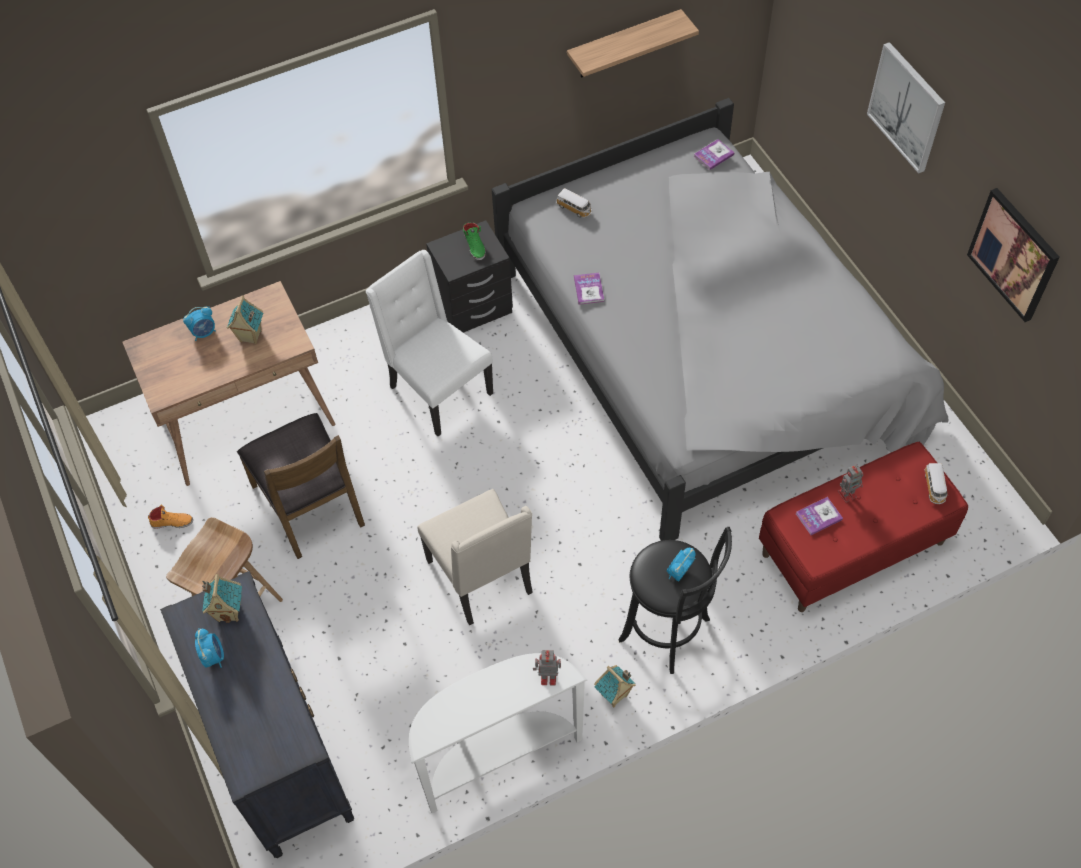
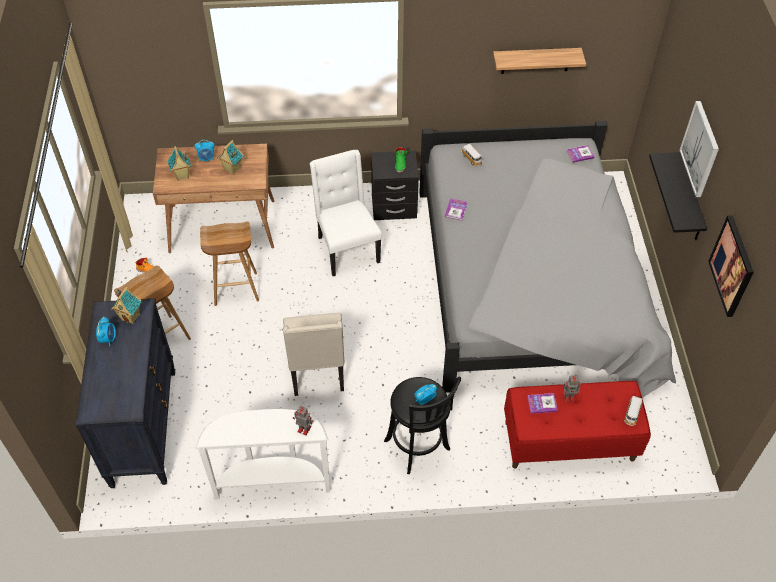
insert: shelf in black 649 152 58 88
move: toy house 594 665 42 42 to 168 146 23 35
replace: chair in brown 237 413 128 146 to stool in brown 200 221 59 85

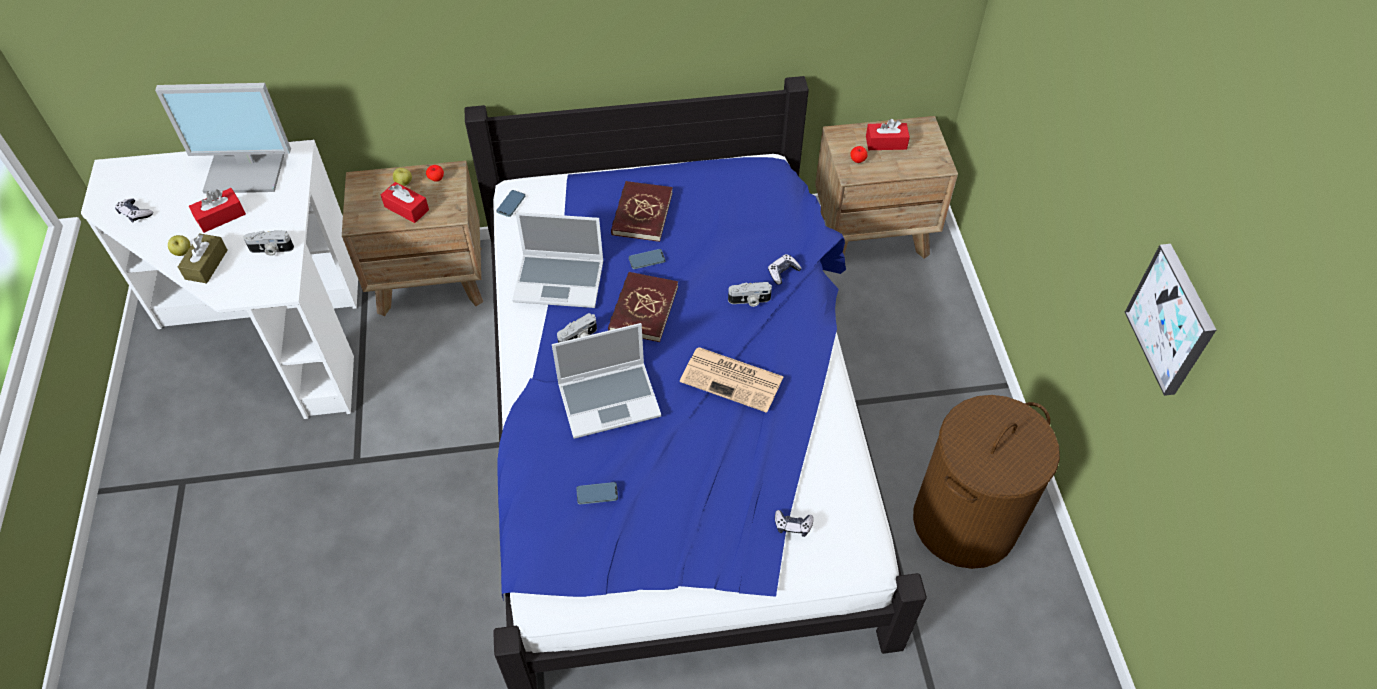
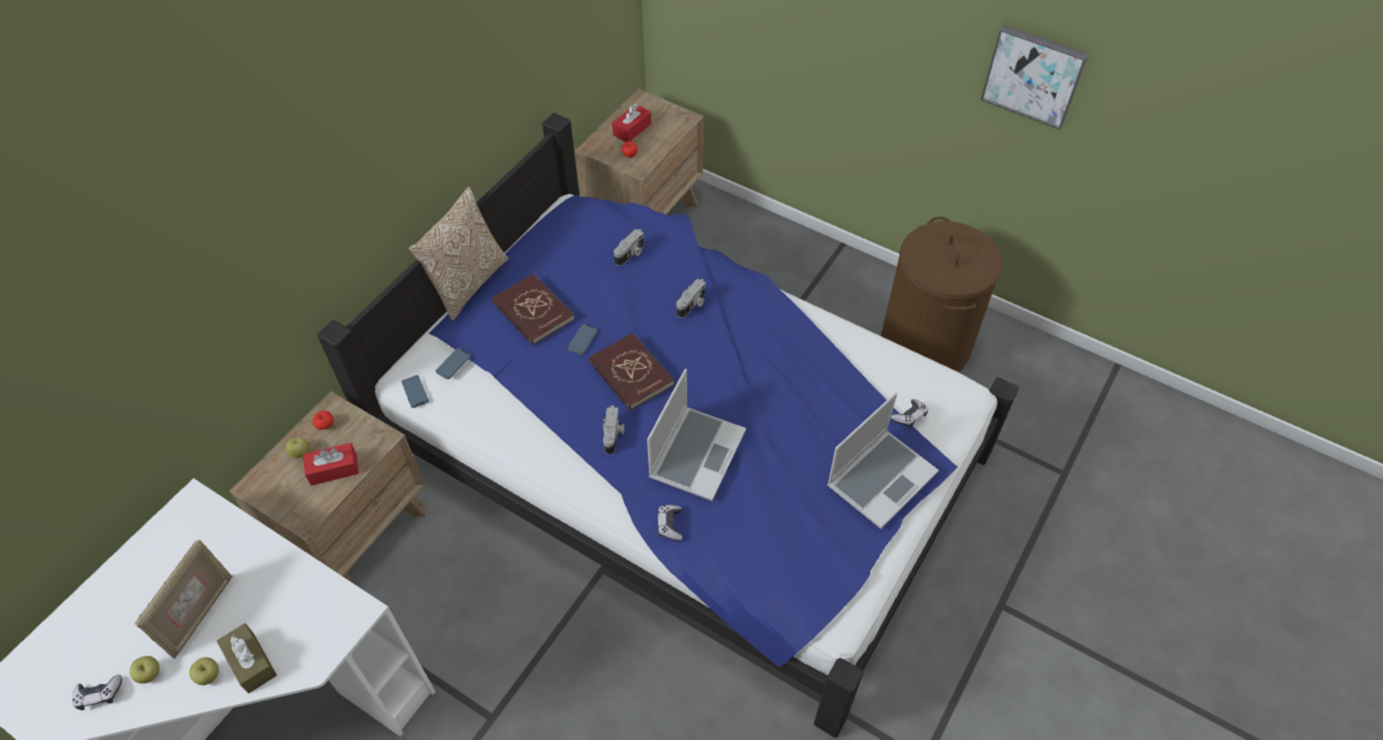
delete: monitor 155 83 136 111; newspaper 680 347 104 66
insert: pillow 409 187 100 134; apple 130 656 29 28
move: laptop 512 212 92 96 to 827 393 112 136; photo camera 243 230 51 26 to 614 229 30 37; game controller 768 254 34 31 to 658 505 25 36; phone 576 482 42 23 to 436 348 35 31
replace: tissue box in red 189 188 57 45 to picture frame 135 540 97 119

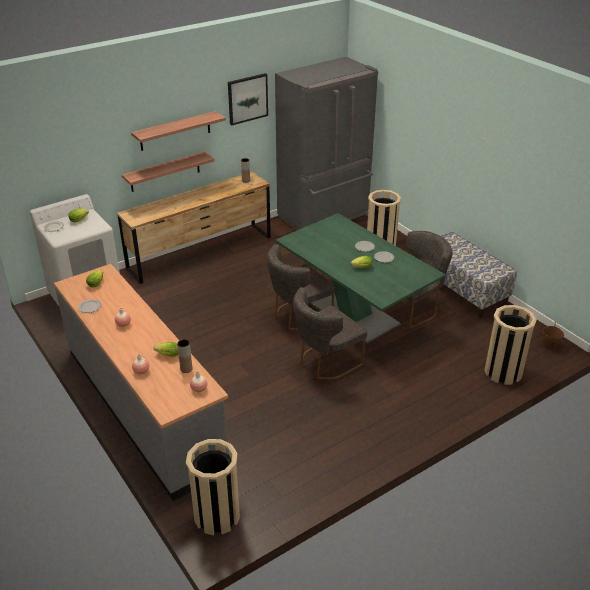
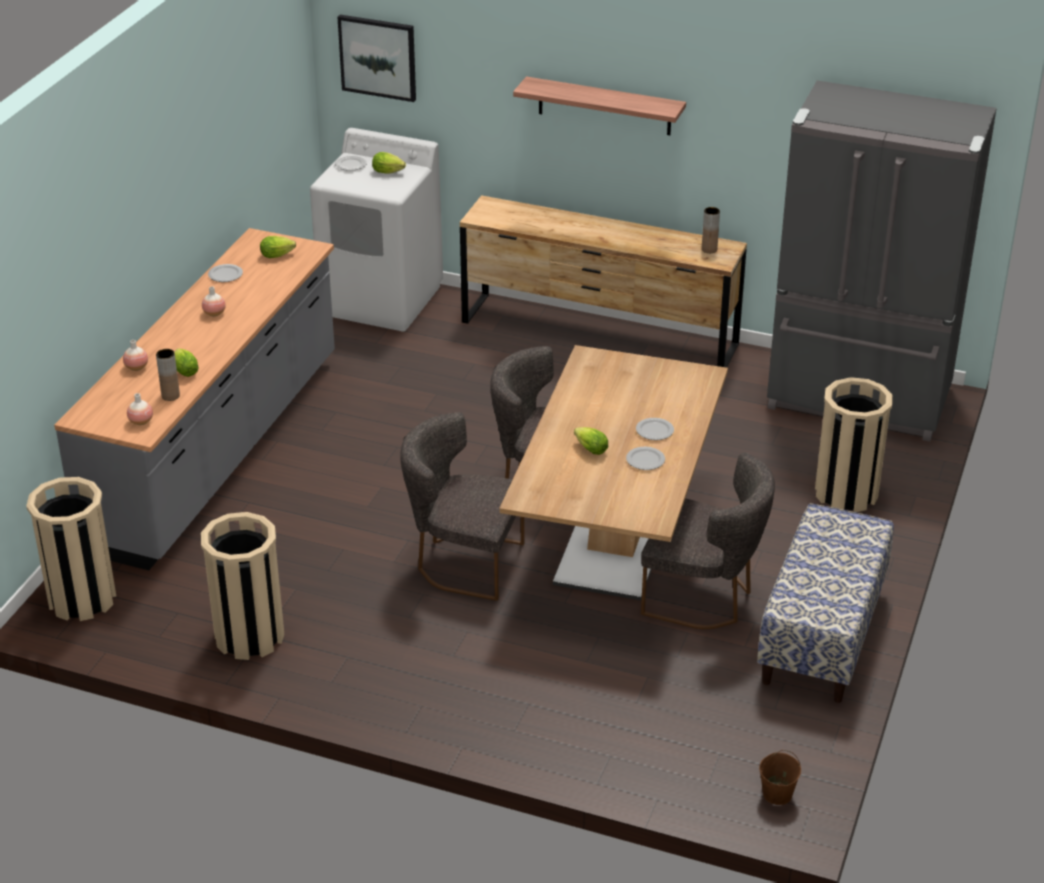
delete: shelf 122 151 93 41
move: picture 228 73 40 52 to 337 15 79 87; trash can in beige 484 305 53 80 to 201 512 83 148
recolor: dining table in green 275 213 171 131 to dining table in brown 499 345 229 256

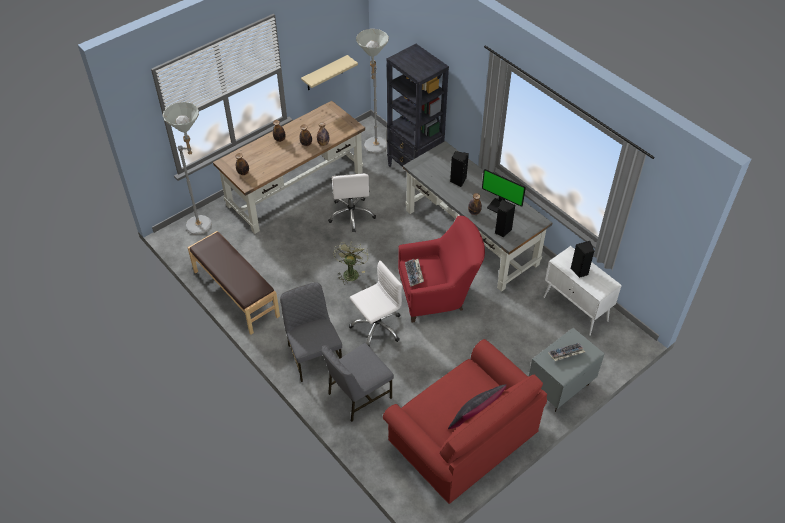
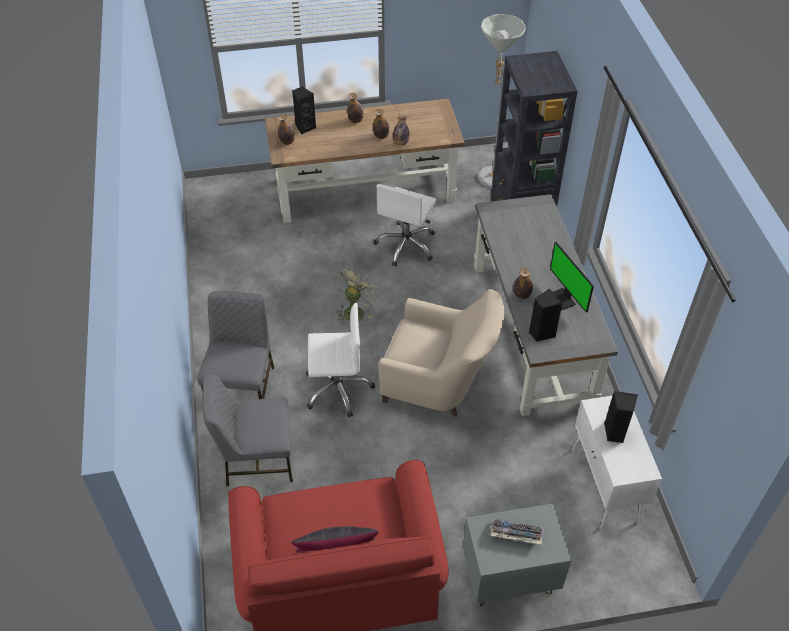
delete: shelf in beige 301 55 57 35; floor lamp in grey 163 102 49 133; bench in brown 188 231 92 104; keyboard 405 259 19 28
move: speaker in black 450 151 19 36 to 292 87 24 48
recolor: armchair in red 398 216 87 106 to armchair in beige 378 289 126 128

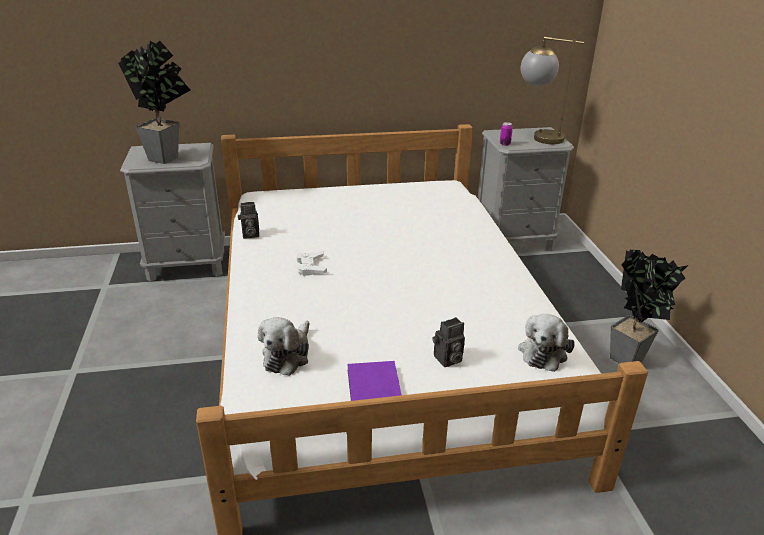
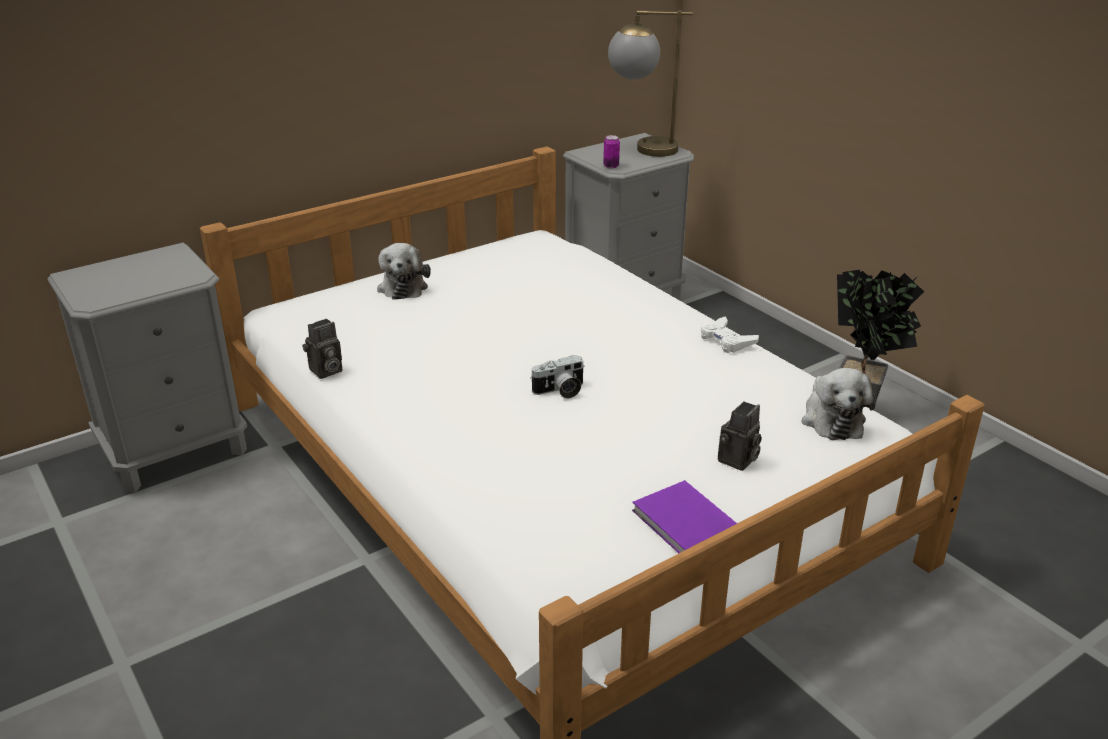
delete: potted plant 118 41 73 123
insert: photo camera 530 355 54 44
move: game controller in white 296 251 31 25 to 701 317 58 36; plush toy 258 317 52 59 to 377 243 54 57

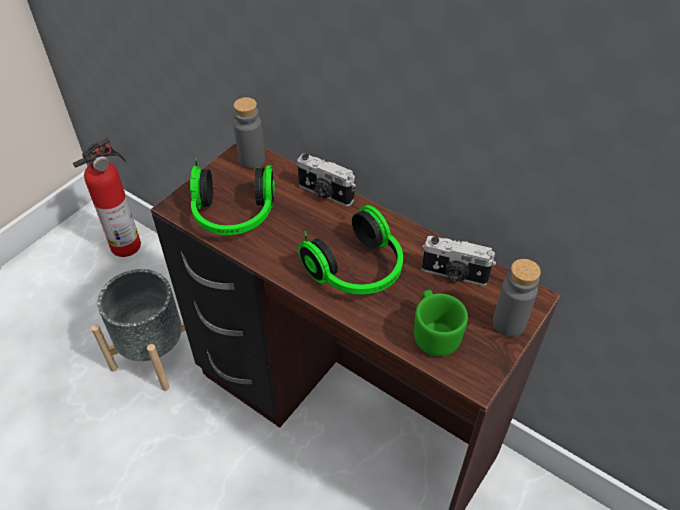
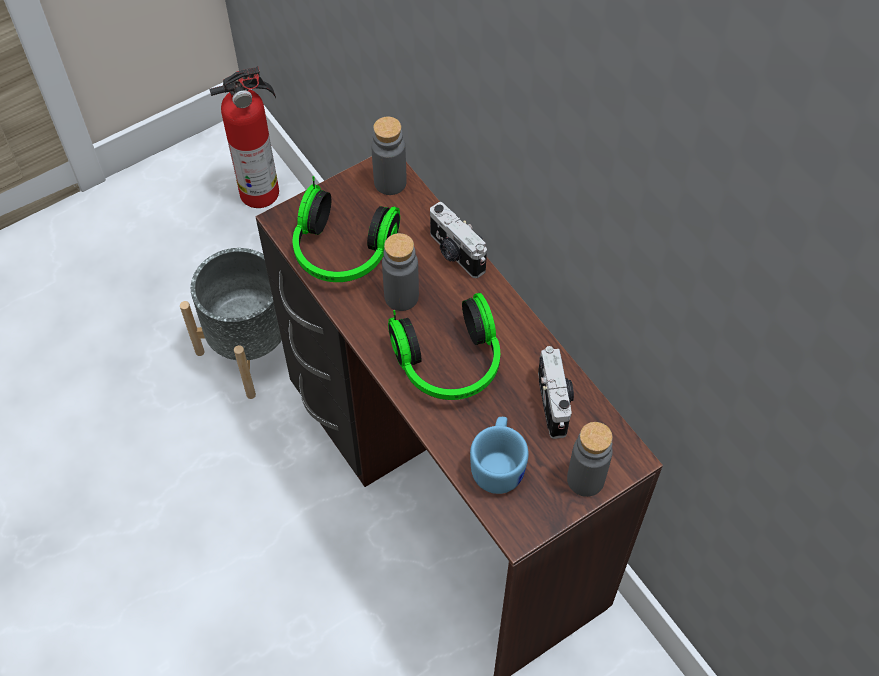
insert: bottle in grey 382 233 37 78
recolor: mug in green 414 290 54 67 to mug in blue 470 417 59 77
rotate: photo camera 422 236 74 50 = 538 346 36 93 135 degrees counterclockwise

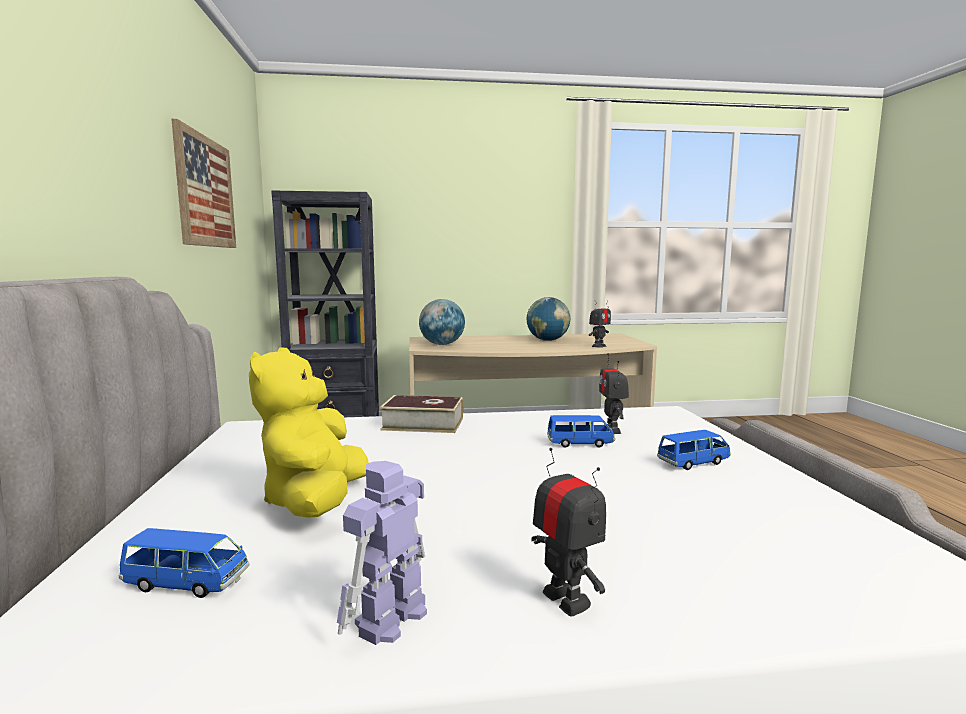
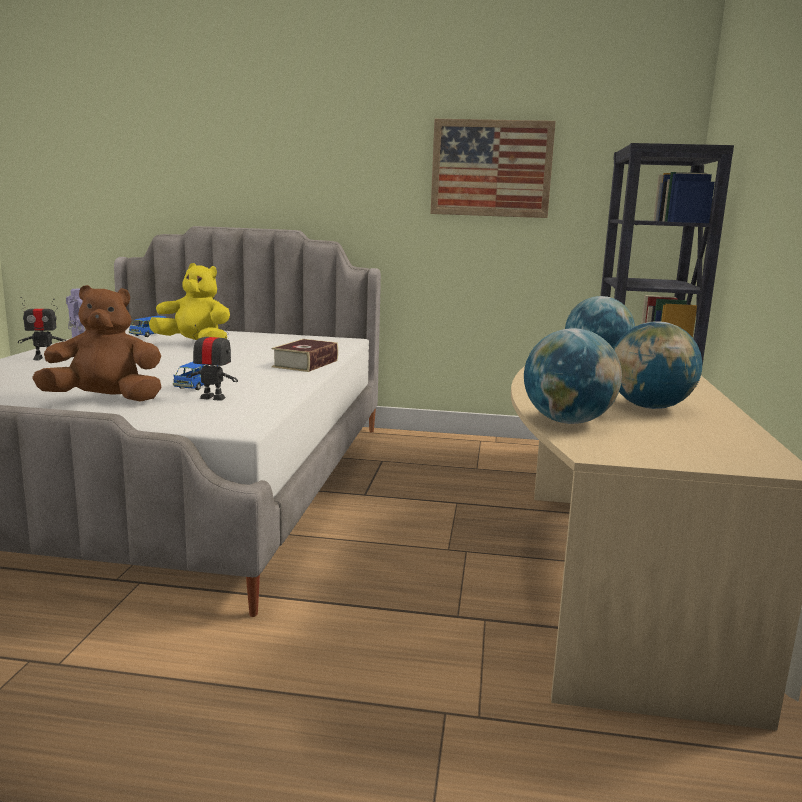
replace: toy robot 589 300 22 48 to globe 524 328 98 96; toy car in blue 657 430 74 40 to plush toy in brown 32 285 130 117

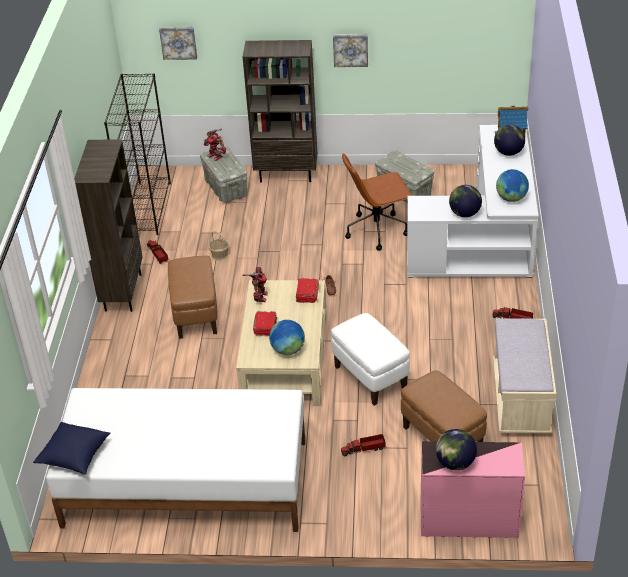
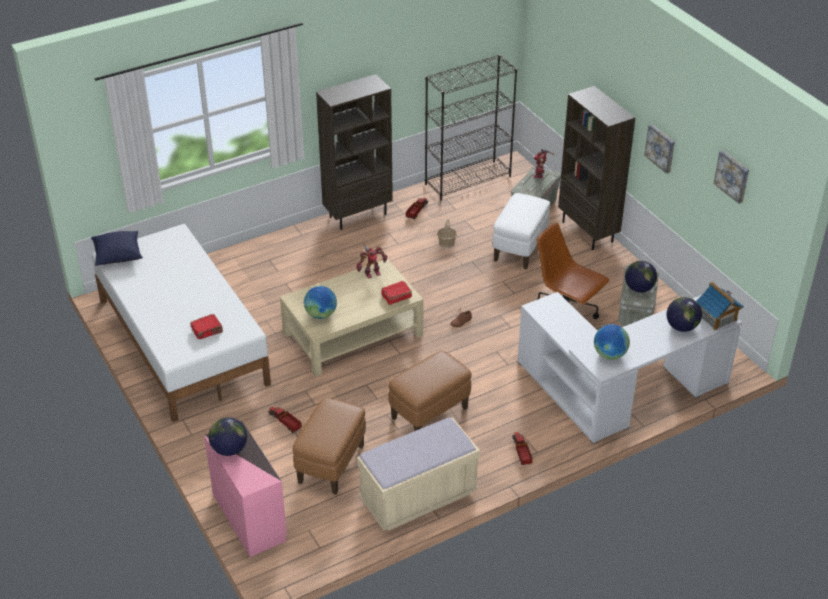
move: picture 159 27 38 33 to 714 150 35 54; globe 449 185 33 32 to 625 261 32 32; ottoman in brown 168 256 50 83 to 388 351 84 80; book in red 253 311 24 25 to 190 314 33 25; ottoman in white 331 313 79 93 to 493 193 57 77

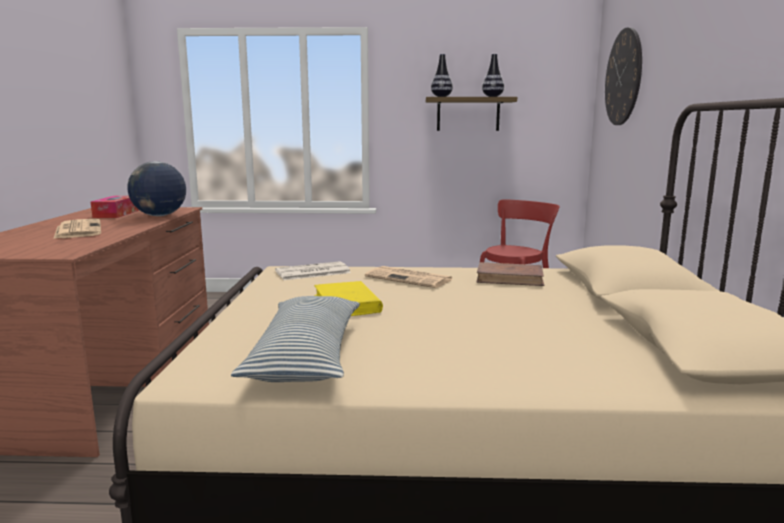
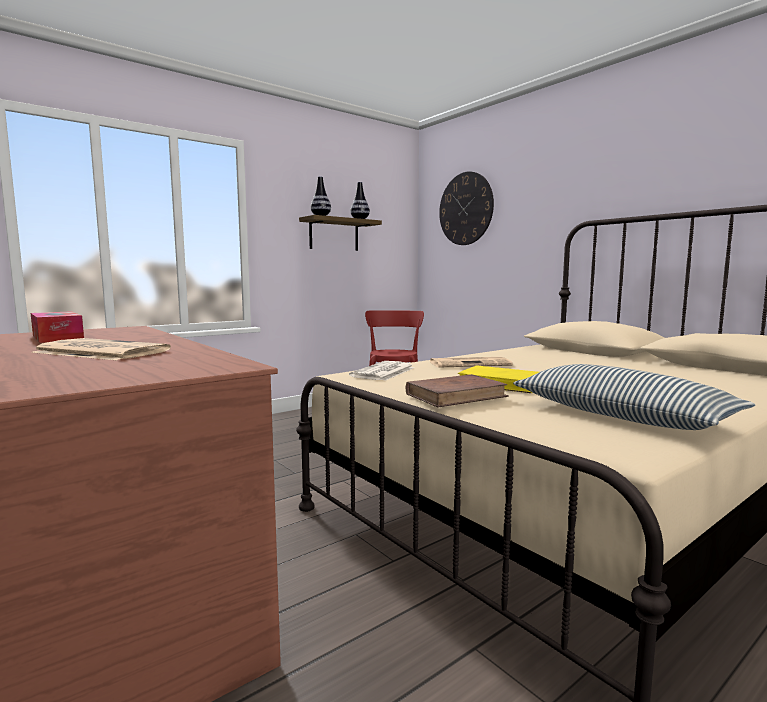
delete: globe 128 161 58 55
move: book in brown 476 262 69 24 to 406 374 103 33

